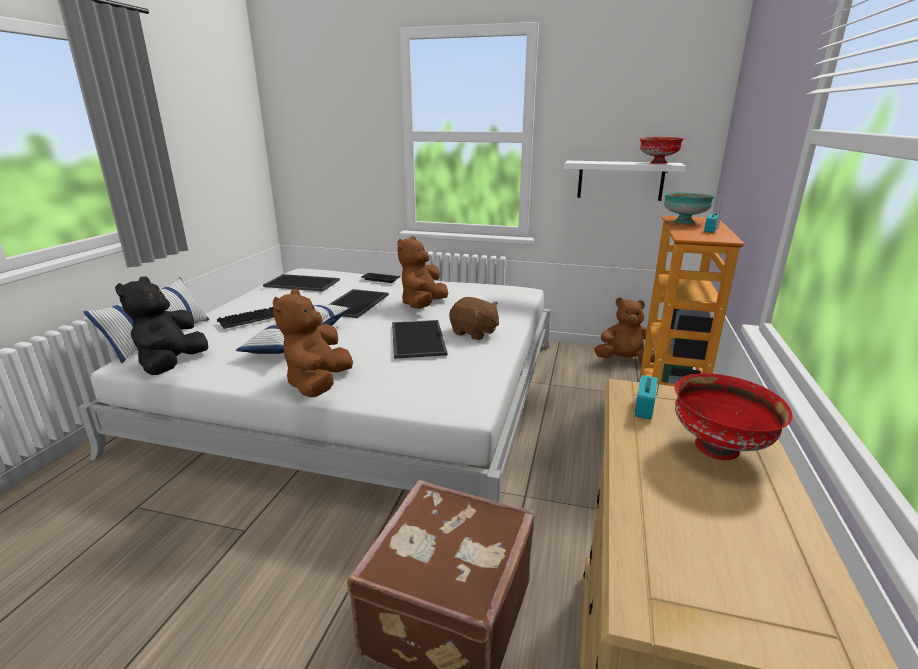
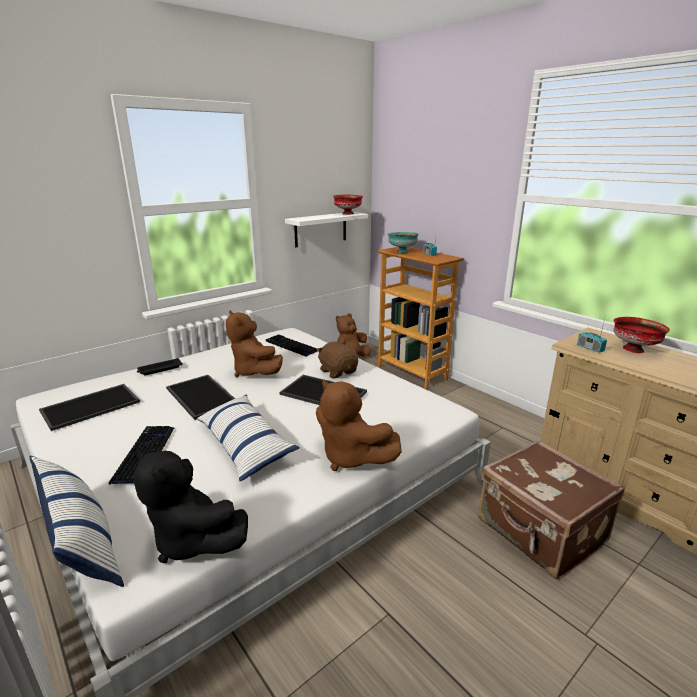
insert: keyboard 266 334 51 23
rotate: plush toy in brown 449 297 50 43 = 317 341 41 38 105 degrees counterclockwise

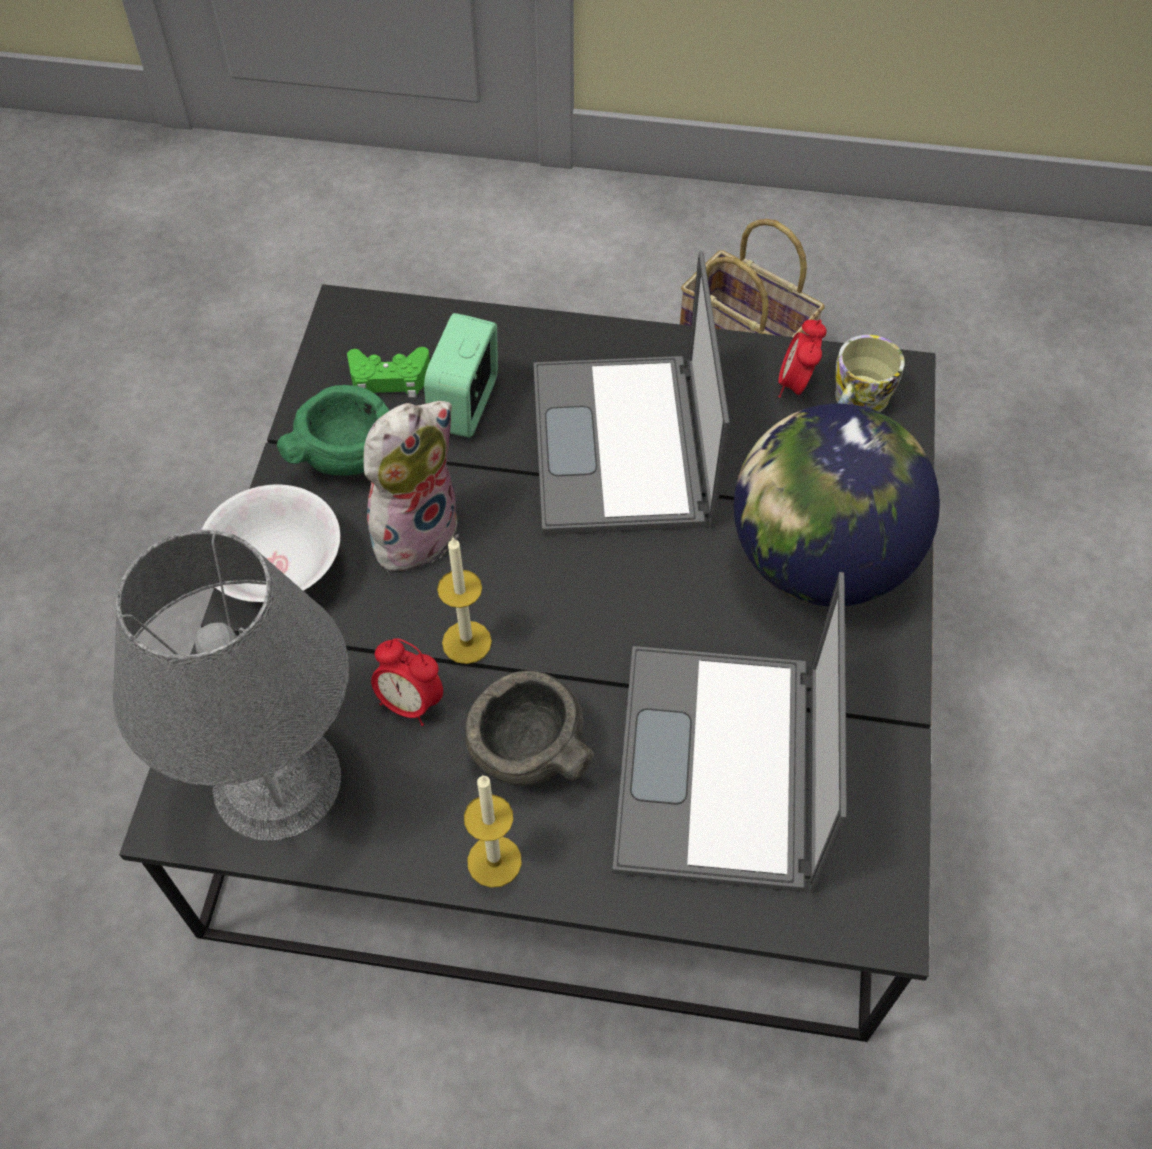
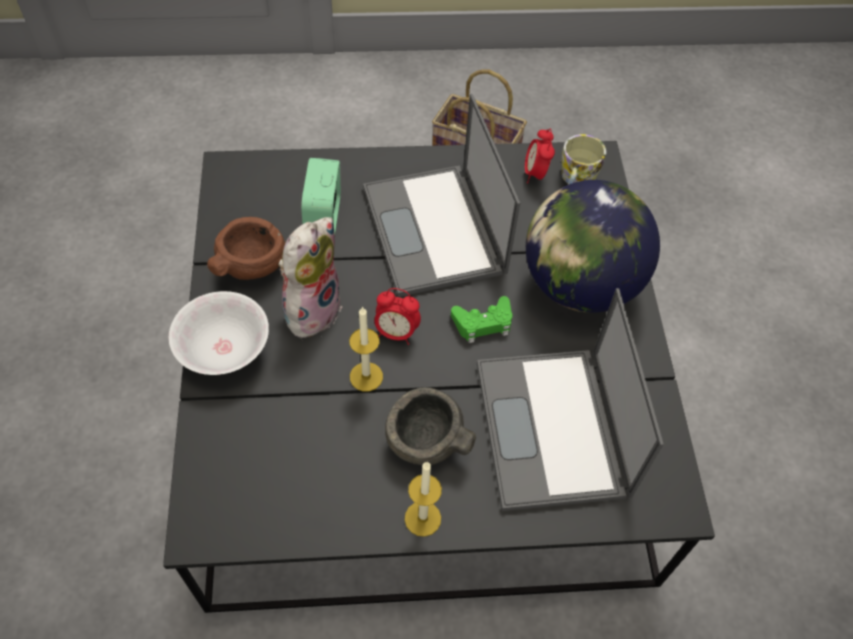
delete: table lamp in grey 112 530 237 311
move: game controller in green 347 347 83 51 to 451 296 62 47; alarm clock 371 638 72 88 to 375 288 46 57
recolor: bowl in green 277 385 113 90 to bowl in brown 207 217 78 63

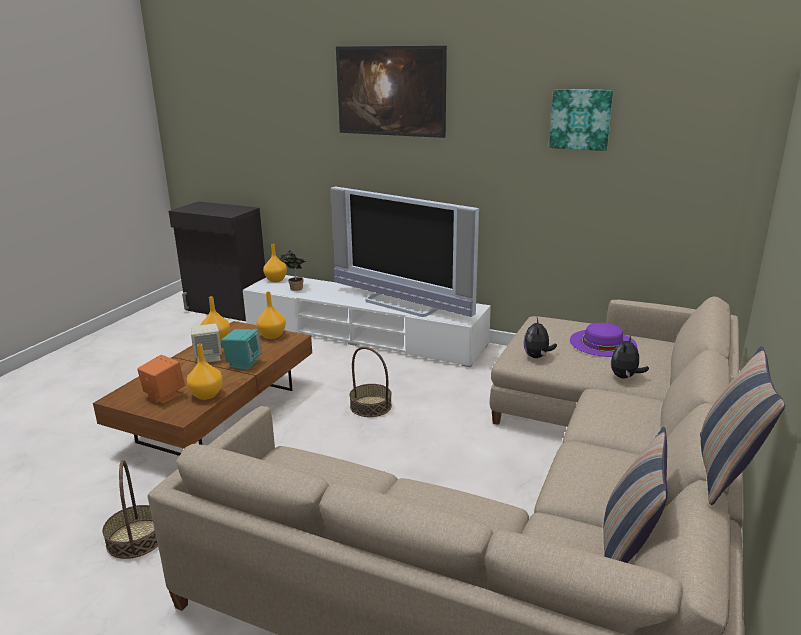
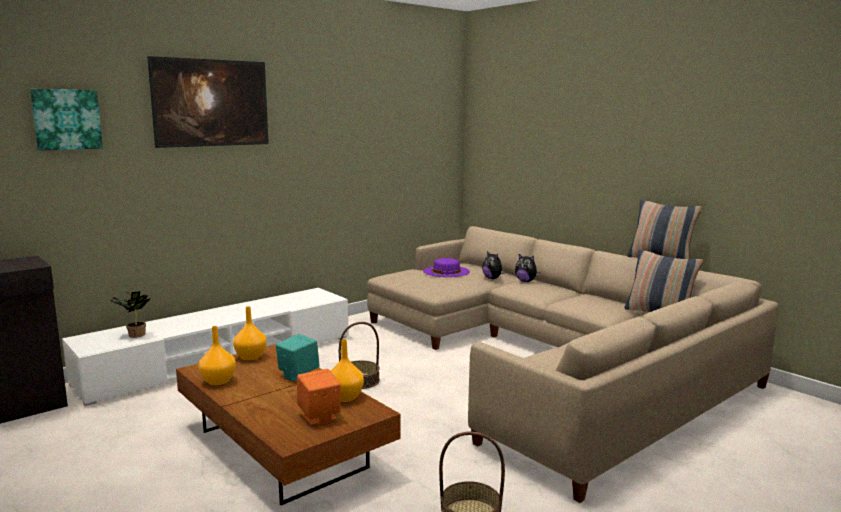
delete: television 331 186 148 131; vase in orange 263 244 24 38; speaker in beige 191 323 31 41
move: picture 549 89 64 62 to 30 89 73 62; plush toy 523 318 34 40 to 515 254 26 28

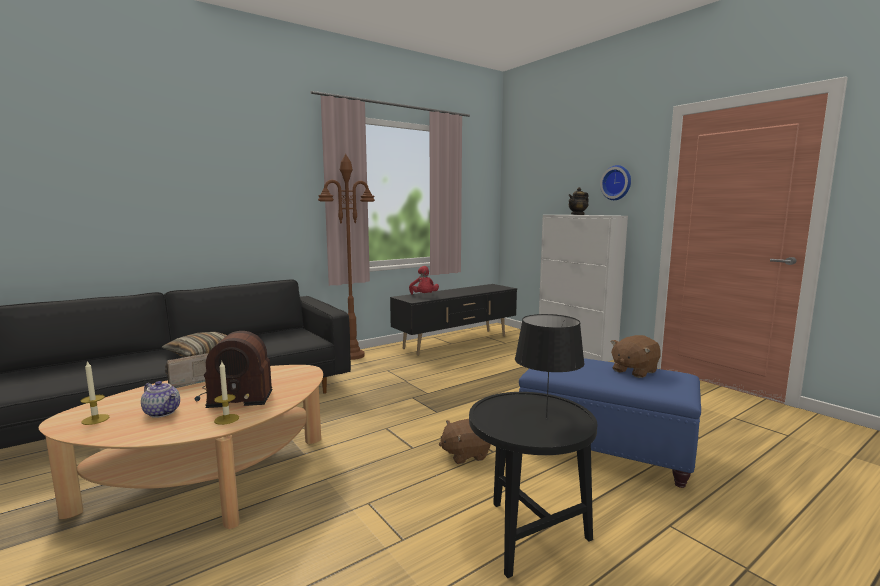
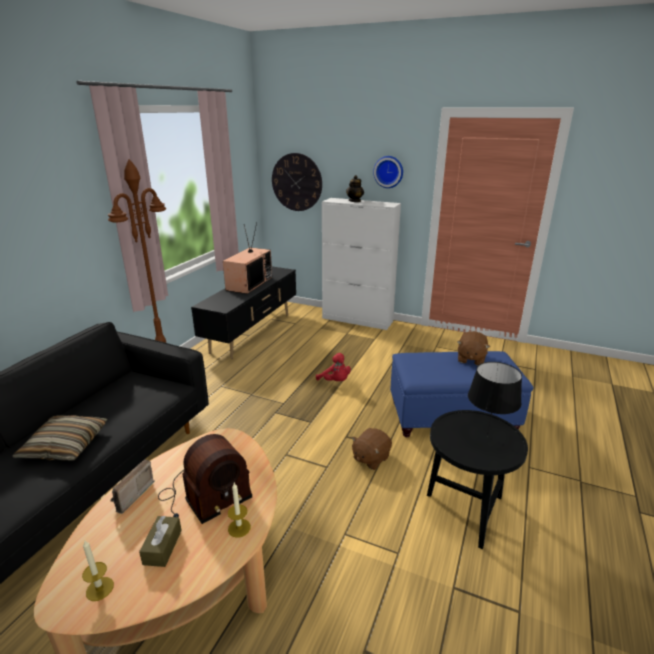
insert: wall clock 272 153 50 58; television 223 222 49 72
move: plush toy in red 409 266 30 29 to 316 353 35 28
replace: teapot 141 381 39 37 to tissue box in brown 139 516 43 51

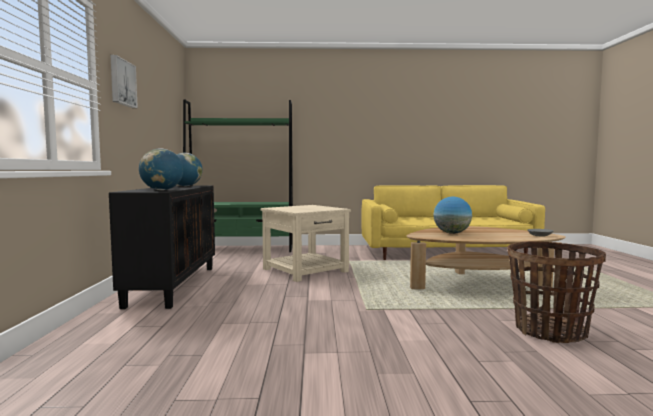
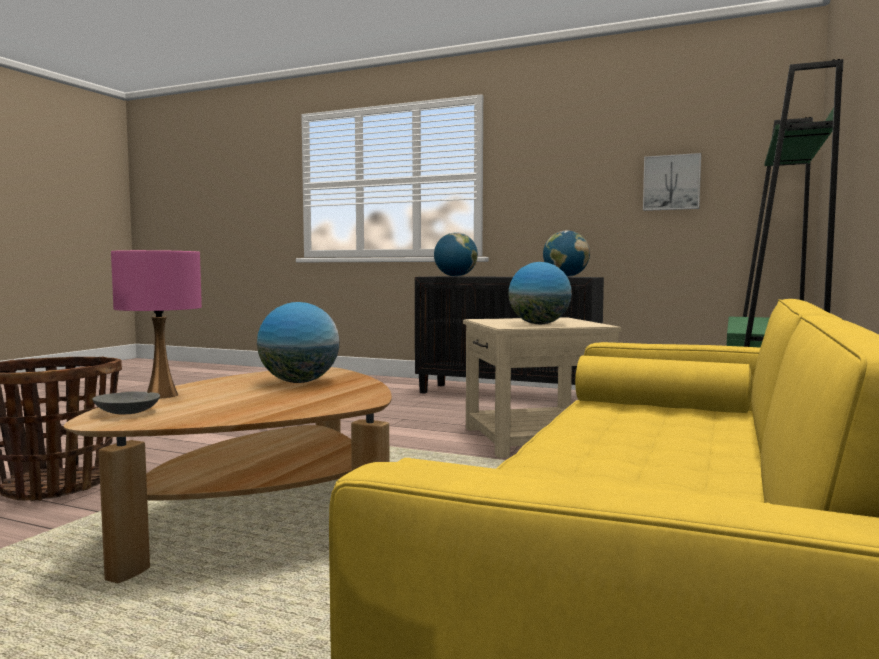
insert: table lamp in pink 111 250 91 149; globe 508 262 64 63
move: picture 110 55 28 53 to 643 153 58 58

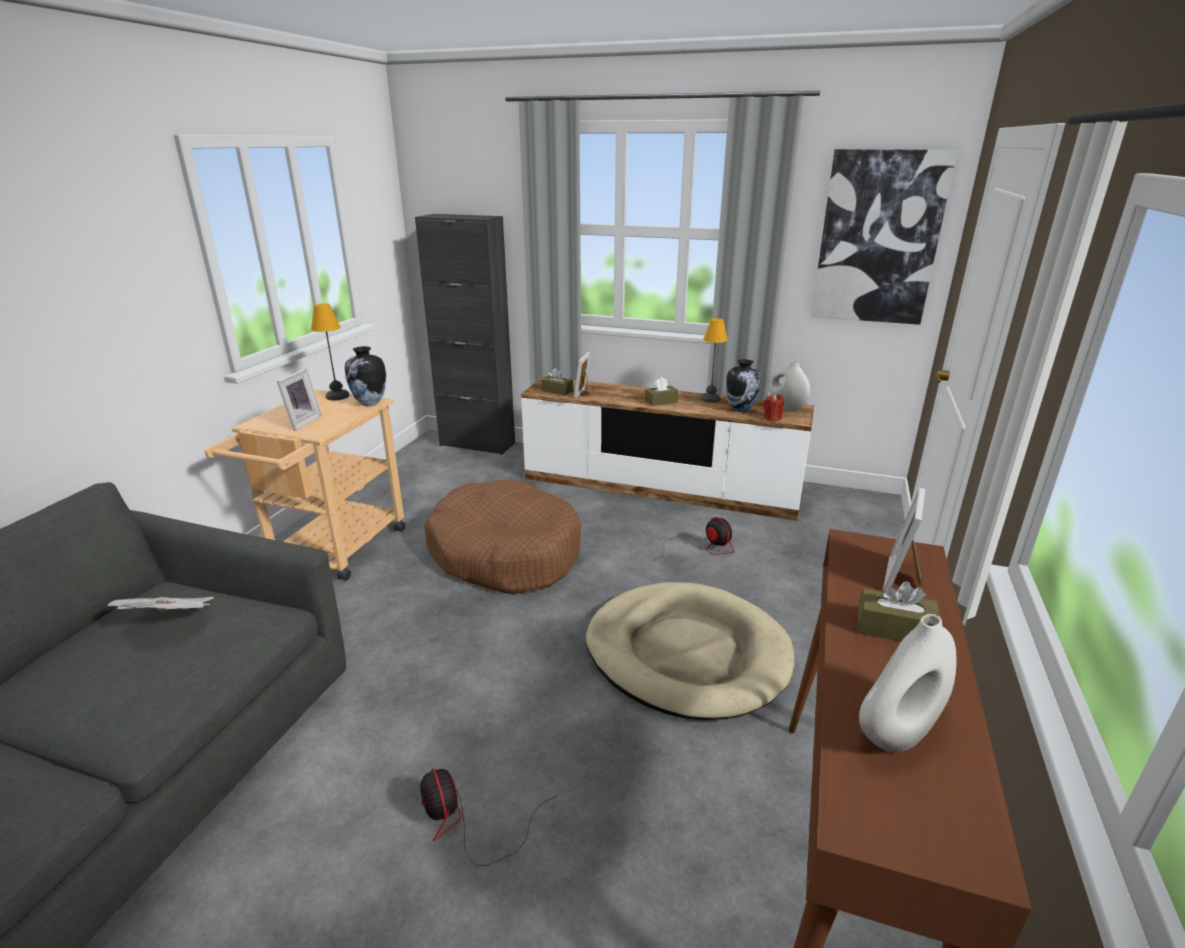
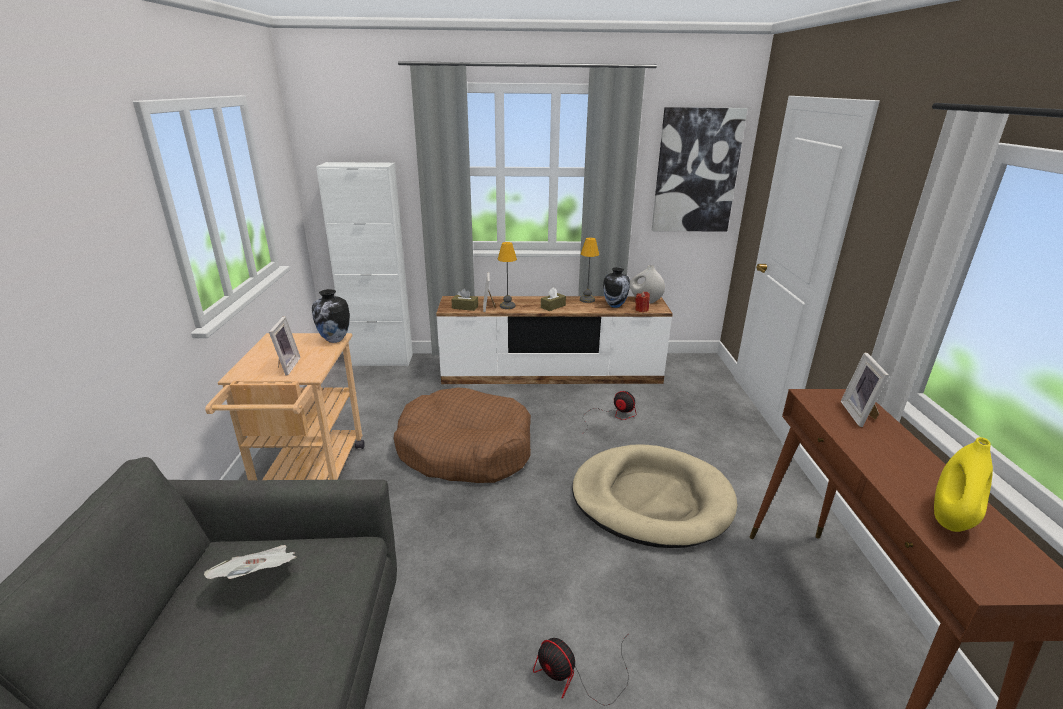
delete: tissue box in brown 858 581 82 61
move: table lamp 311 303 39 97 to 498 242 19 67
recolor: cabinet in black 415 214 100 241 to cabinet in white 316 162 97 204; vase in white 859 614 97 138 to vase in yellow 934 437 59 95

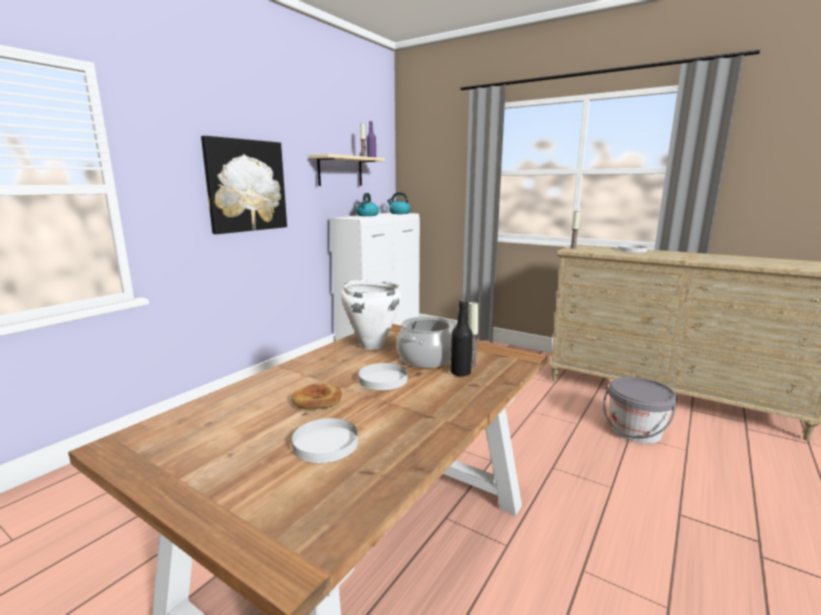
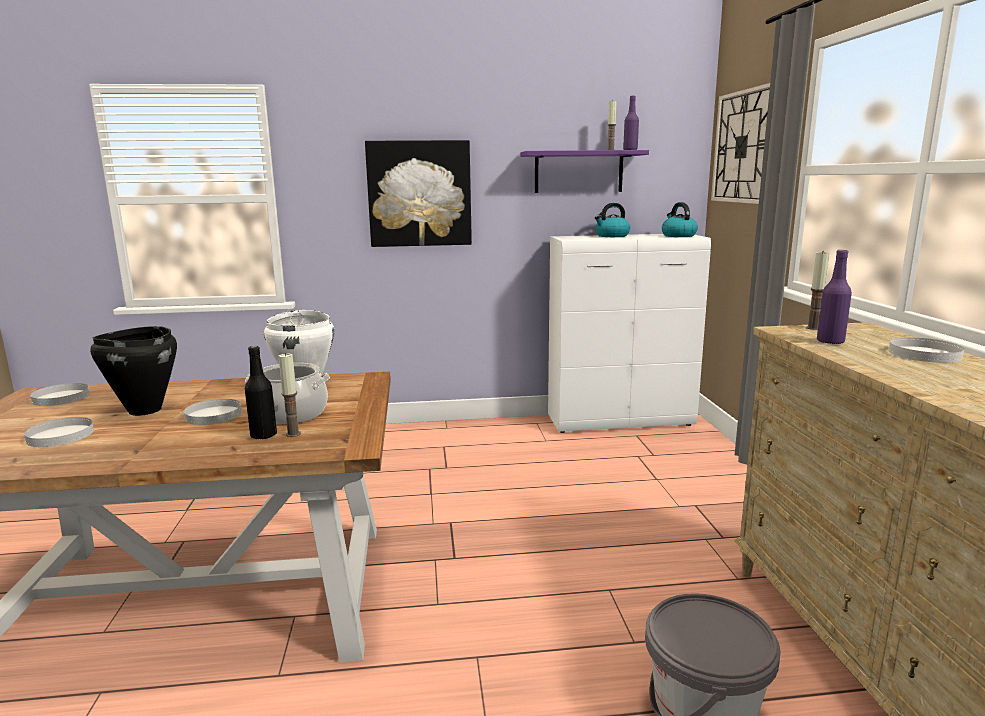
insert: wall clock 711 83 59 121; bottle in purple 817 250 35 94; plate in white 30 383 60 23
replace: bread 292 384 50 25 to cooking pot in black 90 326 87 90
recolor: shelf in beige 309 154 76 32 to shelf in purple 520 150 129 43

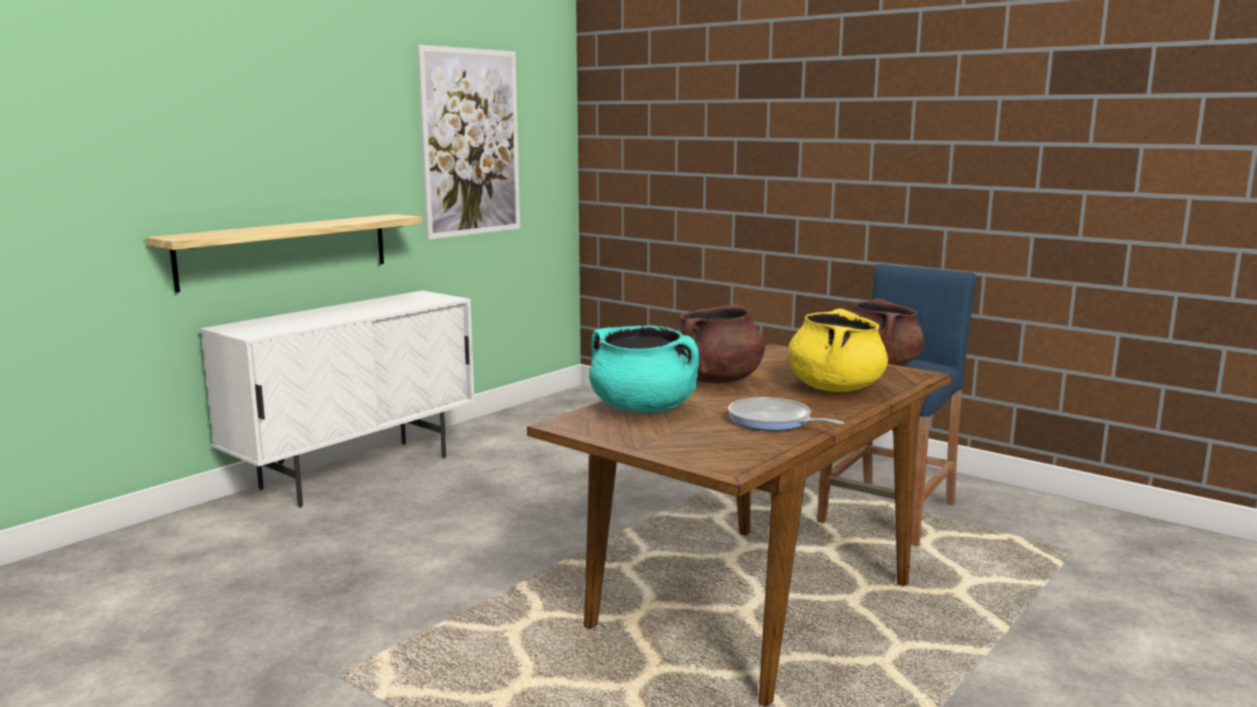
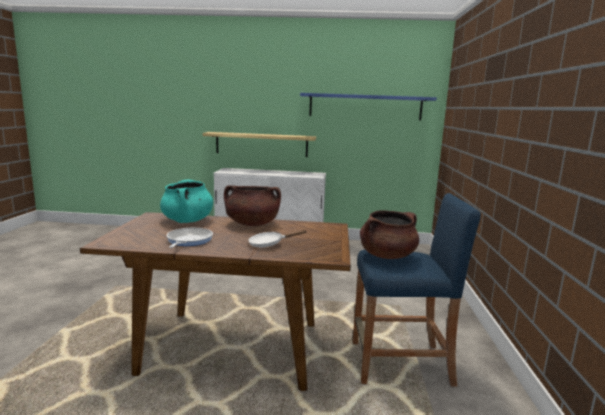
replace: picture 417 45 103 194 to shelf in blue 300 93 137 27; cooking pot in yellow 788 309 100 83 to frying pan in white 248 230 59 18

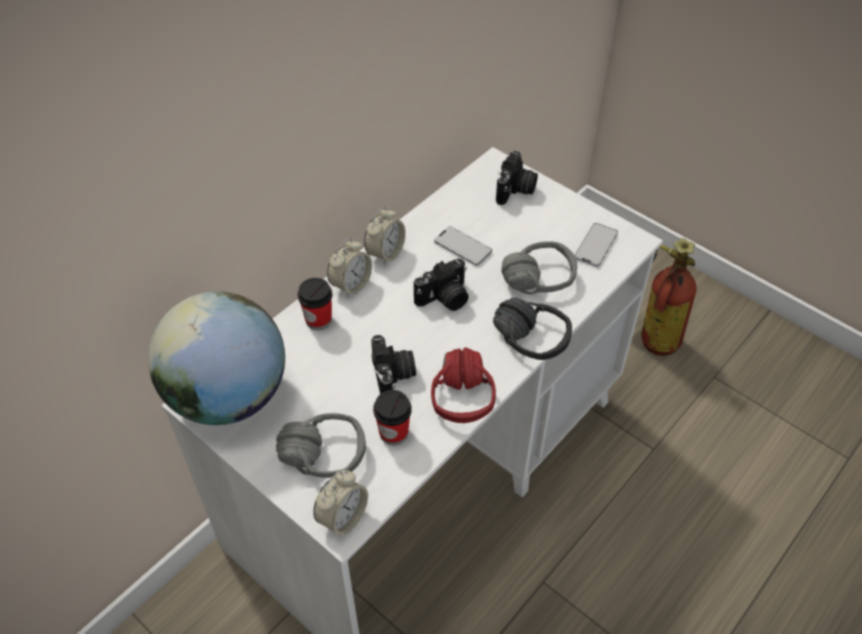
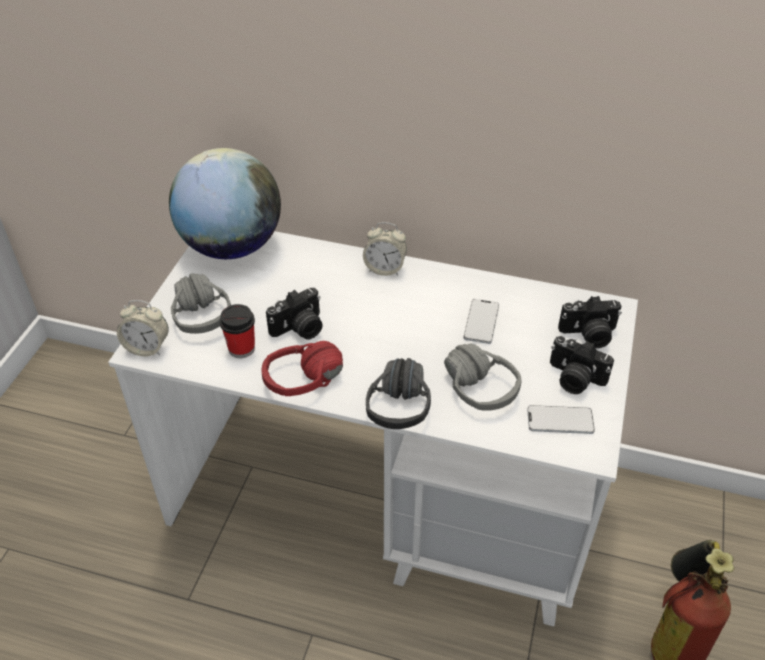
delete: alarm clock 364 207 42 58; cup 297 278 35 52
move: photo camera 414 259 55 52 to 550 336 64 58

